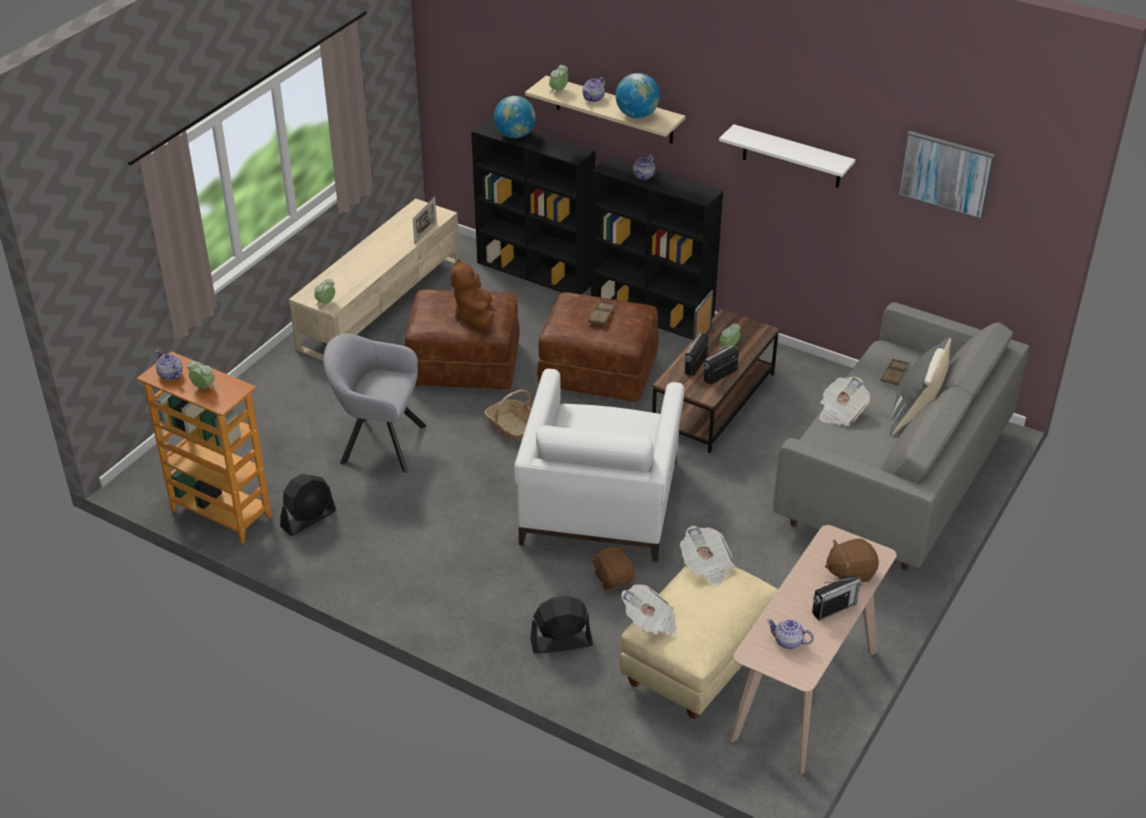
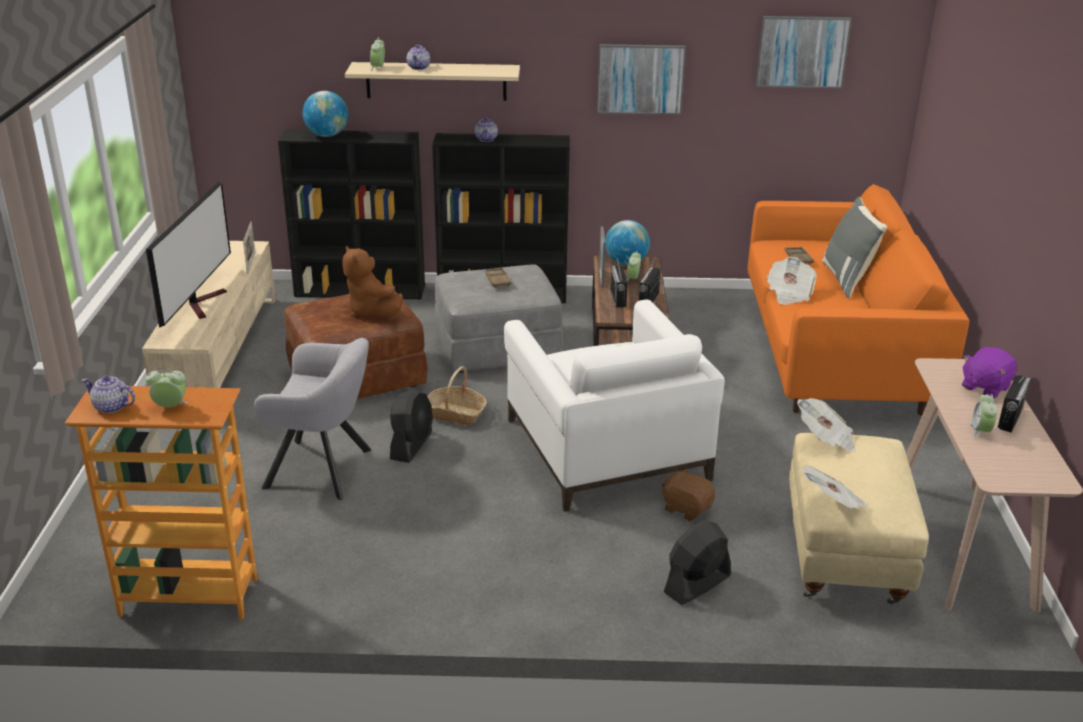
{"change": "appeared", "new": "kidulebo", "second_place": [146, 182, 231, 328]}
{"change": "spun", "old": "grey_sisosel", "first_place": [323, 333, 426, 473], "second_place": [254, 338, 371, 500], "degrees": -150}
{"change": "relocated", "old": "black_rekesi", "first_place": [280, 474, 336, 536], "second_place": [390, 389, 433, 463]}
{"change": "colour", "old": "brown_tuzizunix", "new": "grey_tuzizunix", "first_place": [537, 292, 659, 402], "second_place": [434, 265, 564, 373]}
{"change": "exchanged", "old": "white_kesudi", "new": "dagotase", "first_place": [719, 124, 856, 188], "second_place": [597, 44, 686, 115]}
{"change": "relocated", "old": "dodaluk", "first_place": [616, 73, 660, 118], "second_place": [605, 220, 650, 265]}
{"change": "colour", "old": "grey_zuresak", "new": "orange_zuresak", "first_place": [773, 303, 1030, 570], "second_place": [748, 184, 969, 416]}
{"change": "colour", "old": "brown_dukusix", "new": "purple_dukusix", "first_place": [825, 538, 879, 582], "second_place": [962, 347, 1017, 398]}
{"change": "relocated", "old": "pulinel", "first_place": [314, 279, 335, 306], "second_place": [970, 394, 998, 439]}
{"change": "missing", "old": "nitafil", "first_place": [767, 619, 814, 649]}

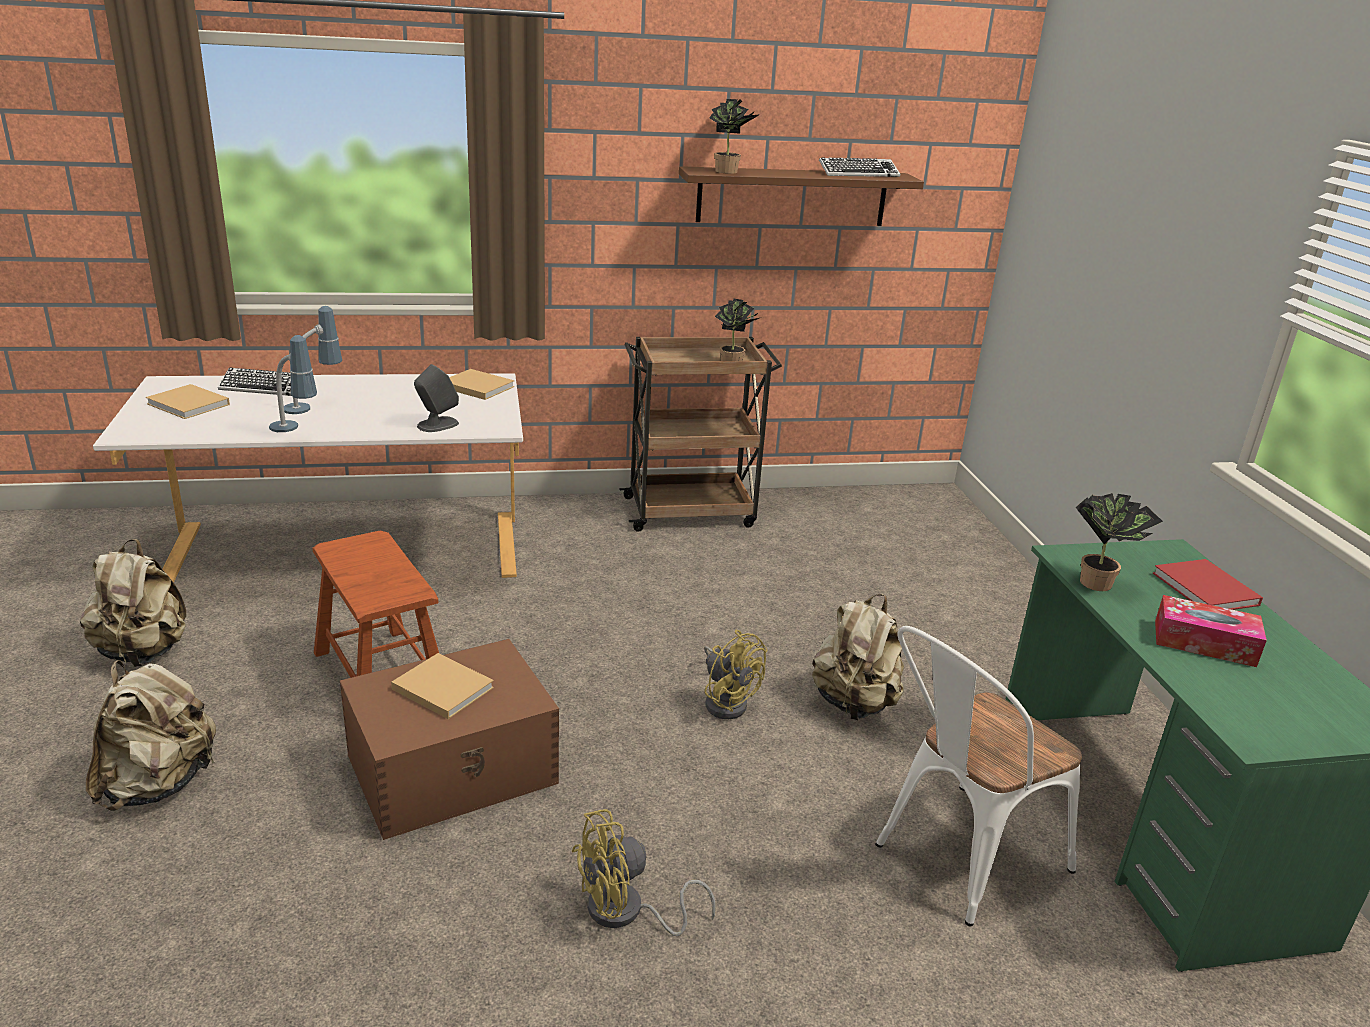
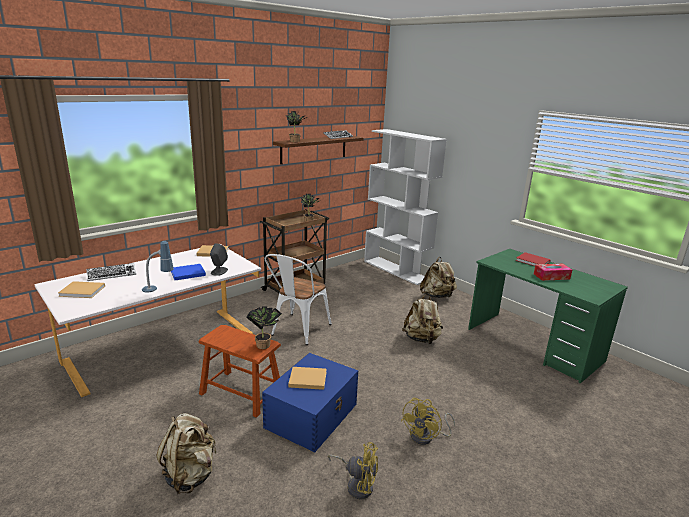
{"change": "appeared", "new": "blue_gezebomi", "second_place": [171, 264, 206, 280]}
{"change": "relocated", "old": "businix", "first_place": [1076, 493, 1163, 591], "second_place": [246, 306, 282, 349]}
{"change": "colour", "old": "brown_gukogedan", "new": "blue_gukogedan", "first_place": [340, 639, 559, 840], "second_place": [262, 353, 358, 452]}
{"change": "relocated", "old": "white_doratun", "first_place": [875, 626, 1082, 927], "second_place": [265, 254, 332, 345]}
{"change": "relocated", "old": "yellow_rekesi", "first_place": [704, 630, 767, 719], "second_place": [328, 442, 378, 499]}
{"change": "appeared", "new": "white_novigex", "second_place": [364, 129, 447, 285]}
{"change": "relocated", "old": "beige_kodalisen", "first_place": [80, 539, 186, 667], "second_place": [420, 257, 457, 298]}
{"change": "missing", "old": "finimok", "first_place": [284, 306, 342, 414]}

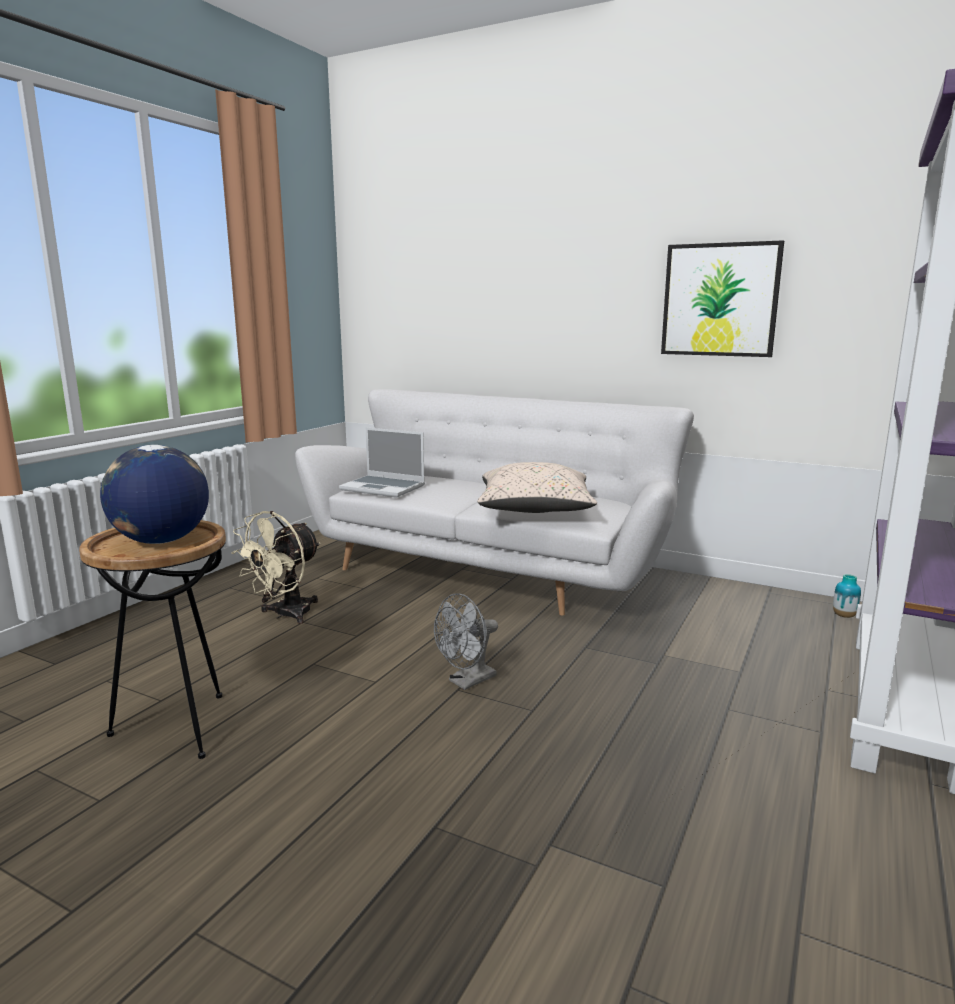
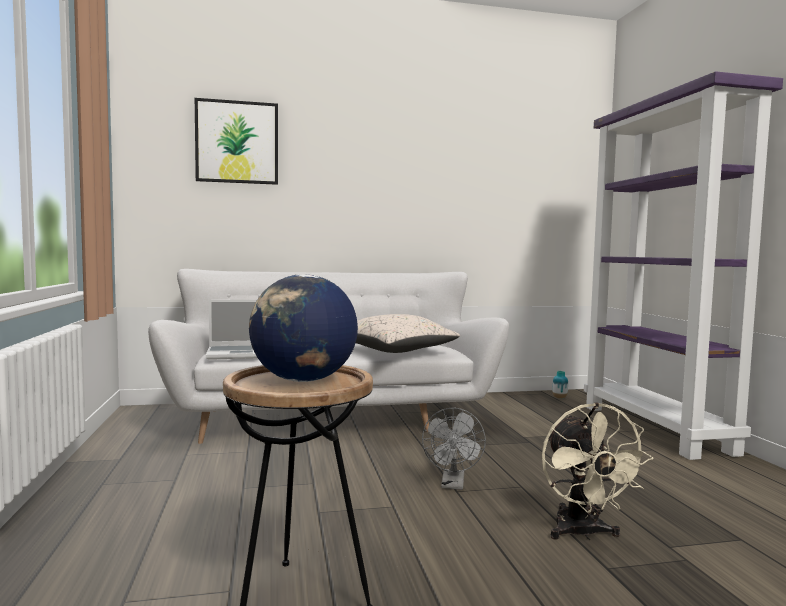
{"change": "relocated", "old": "dagotase", "first_place": [661, 240, 784, 357], "second_place": [195, 98, 278, 185]}
{"change": "relocated", "old": "beige_rekesi", "first_place": [231, 511, 320, 624], "second_place": [542, 402, 653, 540]}

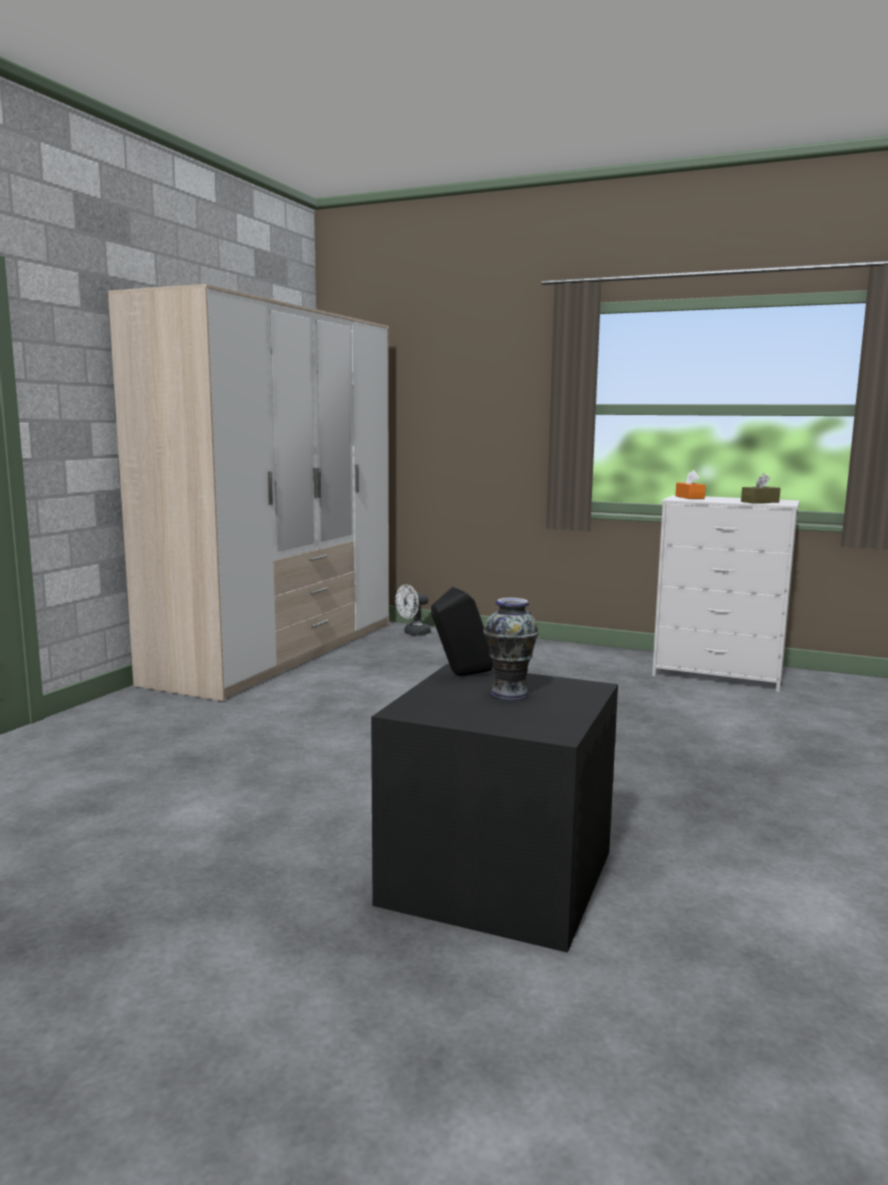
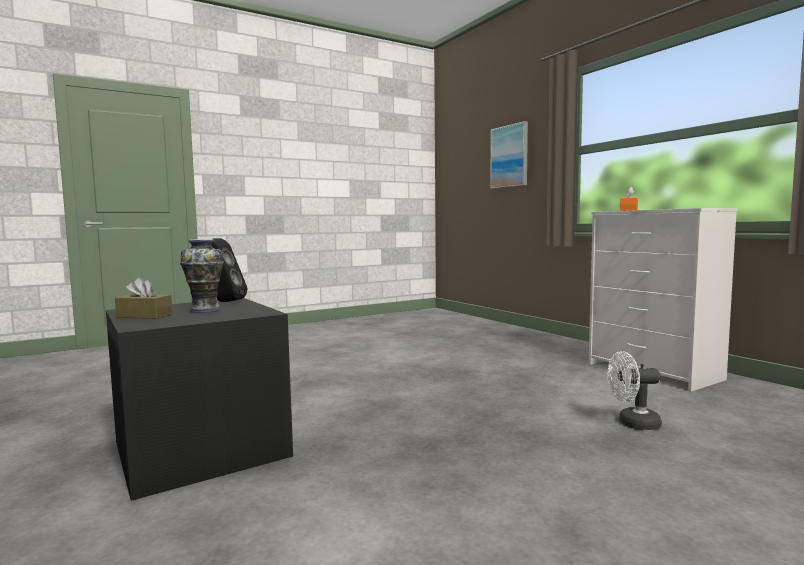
{"change": "relocated", "old": "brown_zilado", "first_place": [741, 473, 781, 504], "second_place": [115, 277, 172, 319]}
{"change": "appeared", "new": "dagotase", "second_place": [490, 121, 528, 189]}
{"change": "relocated", "old": "white_rekesi", "first_place": [395, 584, 431, 636], "second_place": [607, 351, 662, 430]}
{"change": "missing", "old": "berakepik", "first_place": [108, 284, 389, 701]}

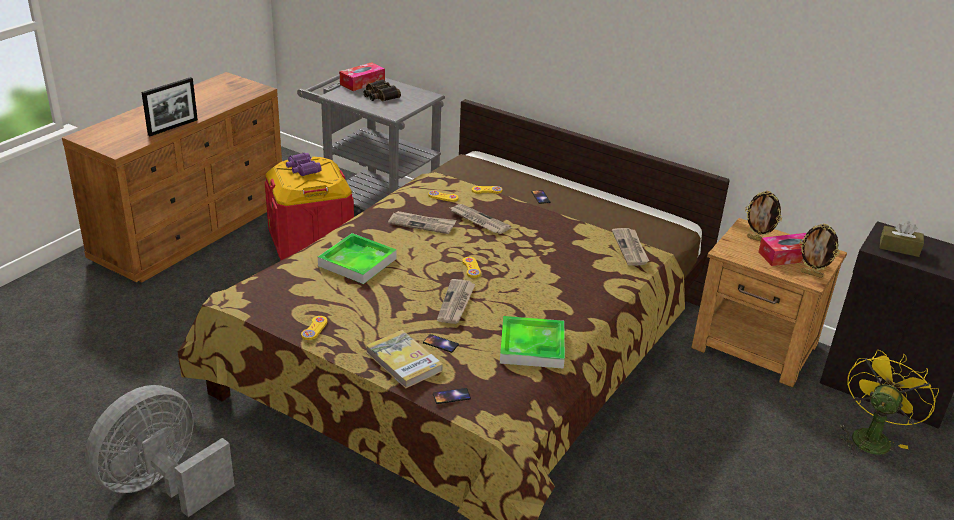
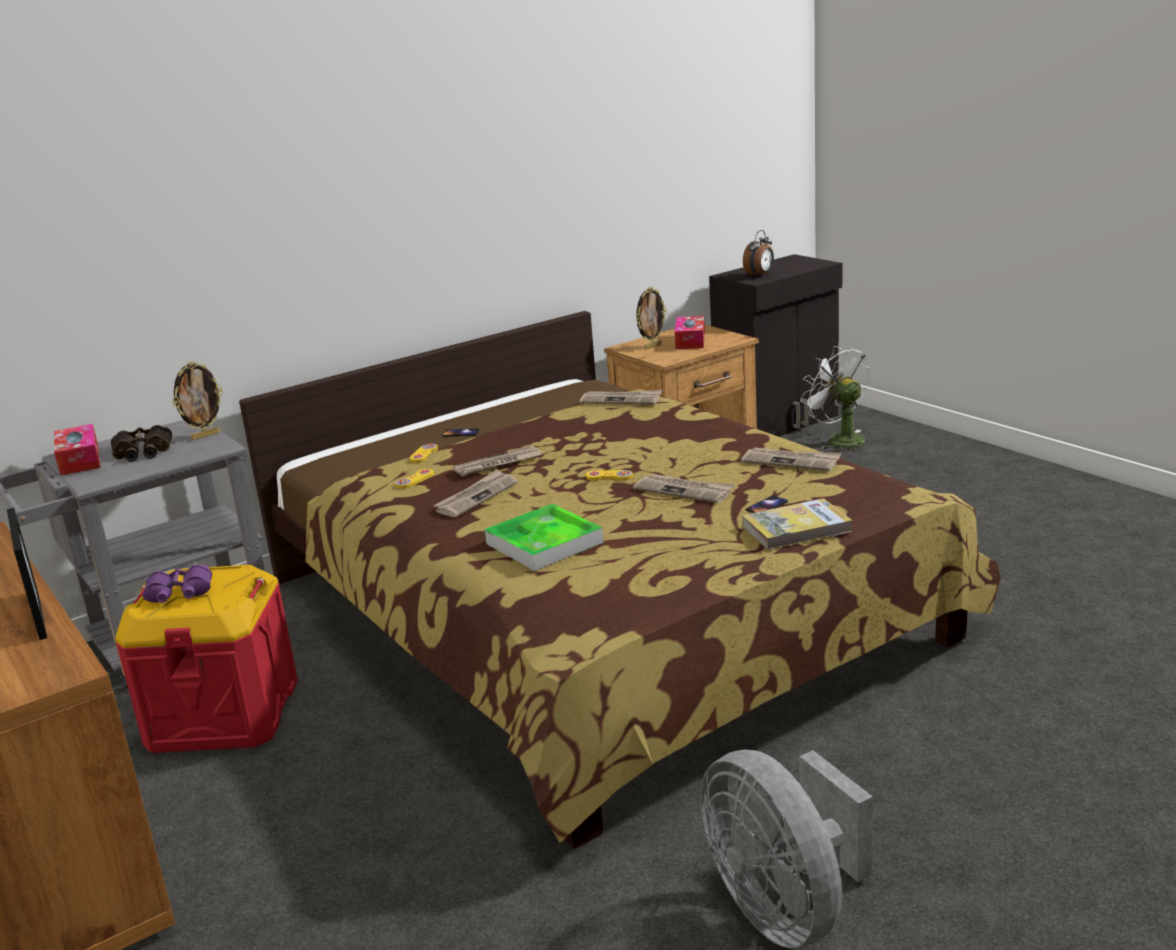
{"change": "relocated", "old": "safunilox", "first_place": [799, 224, 840, 278], "second_place": [172, 361, 223, 440]}
{"change": "exchanged", "old": "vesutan", "new": "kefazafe", "first_place": [500, 316, 565, 369], "second_place": [741, 447, 841, 471]}
{"change": "exchanged", "old": "brown_zilado", "new": "pulinel", "first_place": [880, 221, 924, 257], "second_place": [743, 230, 774, 278]}
{"change": "colour", "old": "yellow_rekesi", "new": "white_rekesi", "first_place": [839, 350, 939, 455], "second_place": [800, 346, 870, 452]}
{"change": "missing", "old": "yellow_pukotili", "first_place": [301, 316, 327, 340]}
{"change": "missing", "old": "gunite", "first_place": [433, 388, 471, 404]}

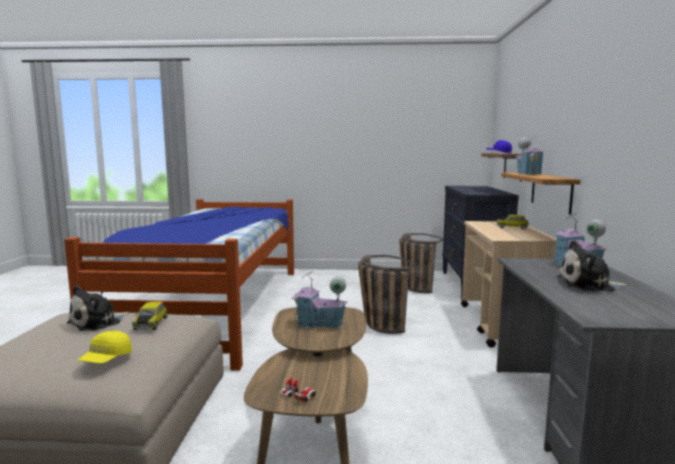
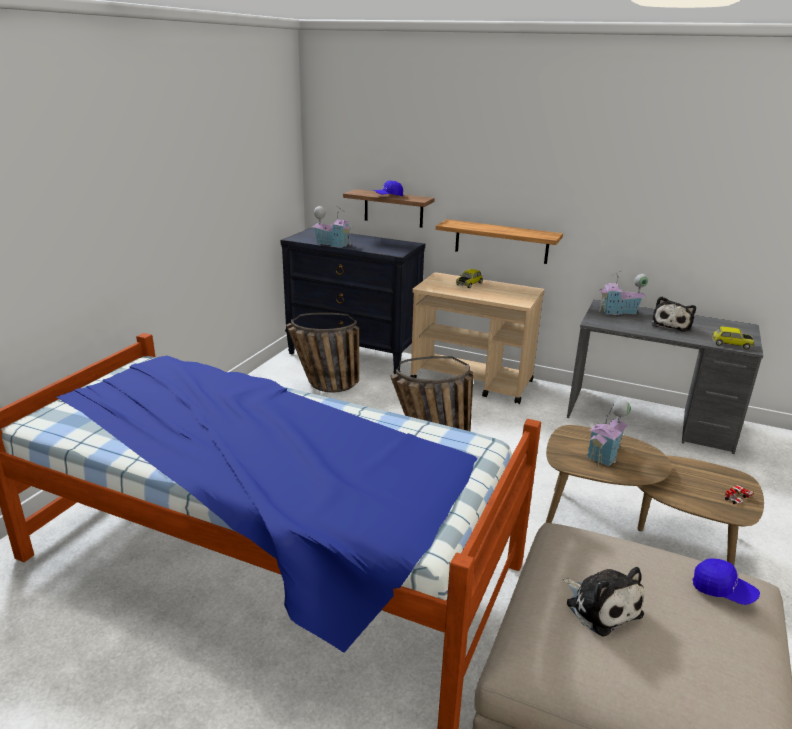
{"change": "relocated", "old": "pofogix", "first_place": [515, 134, 544, 175], "second_place": [312, 206, 352, 248]}
{"change": "colour", "old": "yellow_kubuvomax", "new": "blue_kubuvomax", "first_place": [78, 331, 132, 363], "second_place": [692, 558, 760, 605]}
{"change": "relocated", "old": "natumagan", "first_place": [132, 302, 168, 330], "second_place": [712, 327, 755, 349]}

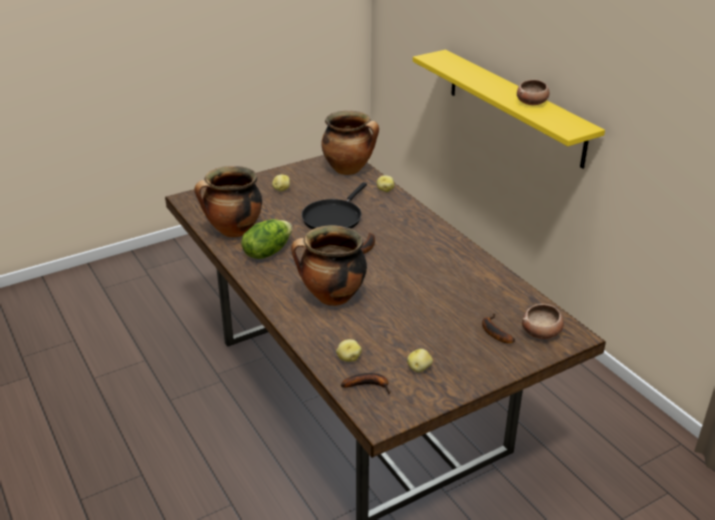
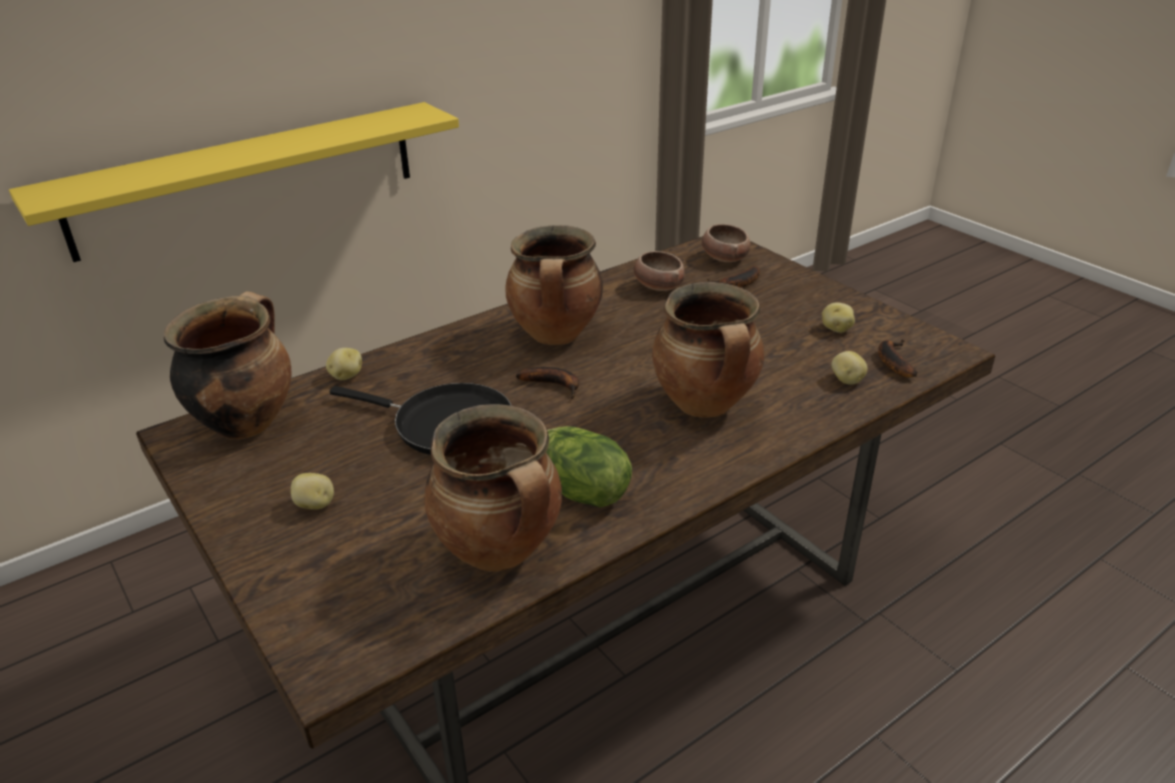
{"change": "appeared", "new": "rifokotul", "second_place": [505, 225, 603, 345]}
{"change": "relocated", "old": "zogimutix", "first_place": [517, 79, 549, 105], "second_place": [634, 251, 685, 291]}

